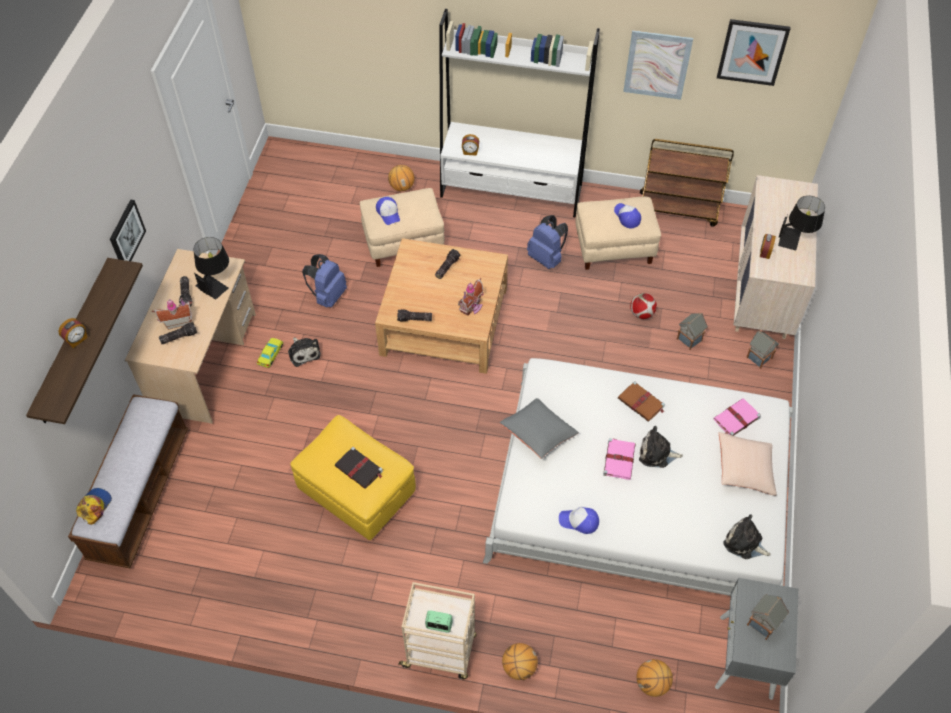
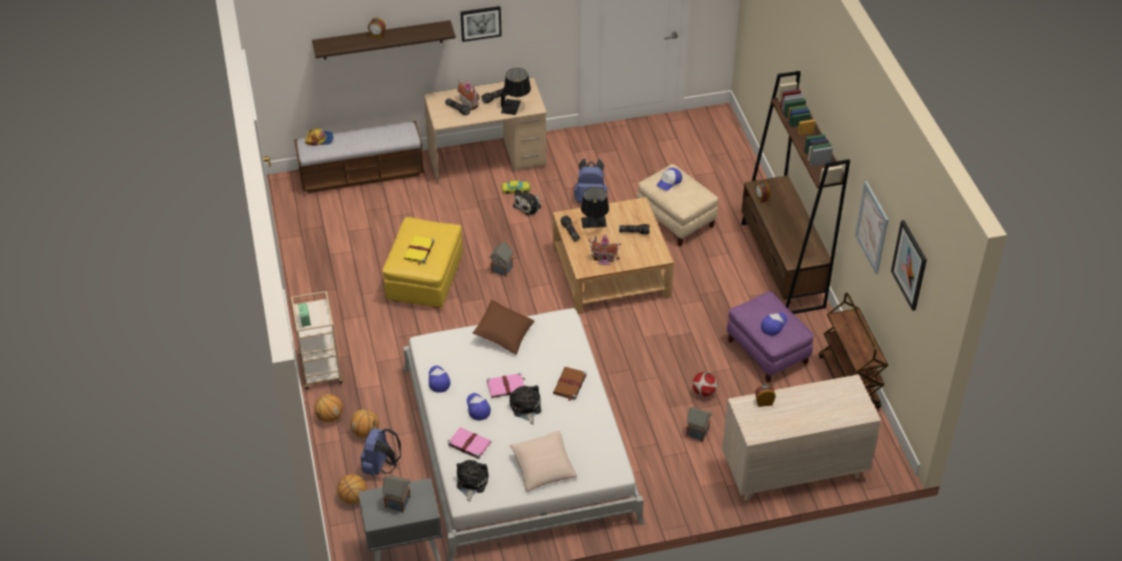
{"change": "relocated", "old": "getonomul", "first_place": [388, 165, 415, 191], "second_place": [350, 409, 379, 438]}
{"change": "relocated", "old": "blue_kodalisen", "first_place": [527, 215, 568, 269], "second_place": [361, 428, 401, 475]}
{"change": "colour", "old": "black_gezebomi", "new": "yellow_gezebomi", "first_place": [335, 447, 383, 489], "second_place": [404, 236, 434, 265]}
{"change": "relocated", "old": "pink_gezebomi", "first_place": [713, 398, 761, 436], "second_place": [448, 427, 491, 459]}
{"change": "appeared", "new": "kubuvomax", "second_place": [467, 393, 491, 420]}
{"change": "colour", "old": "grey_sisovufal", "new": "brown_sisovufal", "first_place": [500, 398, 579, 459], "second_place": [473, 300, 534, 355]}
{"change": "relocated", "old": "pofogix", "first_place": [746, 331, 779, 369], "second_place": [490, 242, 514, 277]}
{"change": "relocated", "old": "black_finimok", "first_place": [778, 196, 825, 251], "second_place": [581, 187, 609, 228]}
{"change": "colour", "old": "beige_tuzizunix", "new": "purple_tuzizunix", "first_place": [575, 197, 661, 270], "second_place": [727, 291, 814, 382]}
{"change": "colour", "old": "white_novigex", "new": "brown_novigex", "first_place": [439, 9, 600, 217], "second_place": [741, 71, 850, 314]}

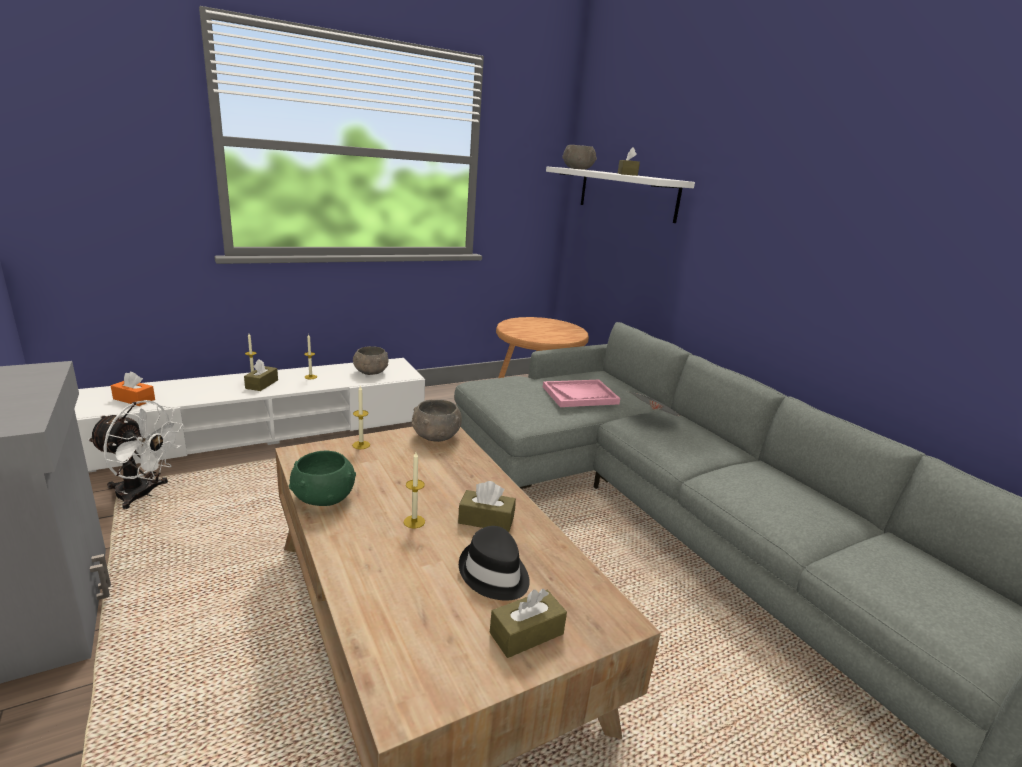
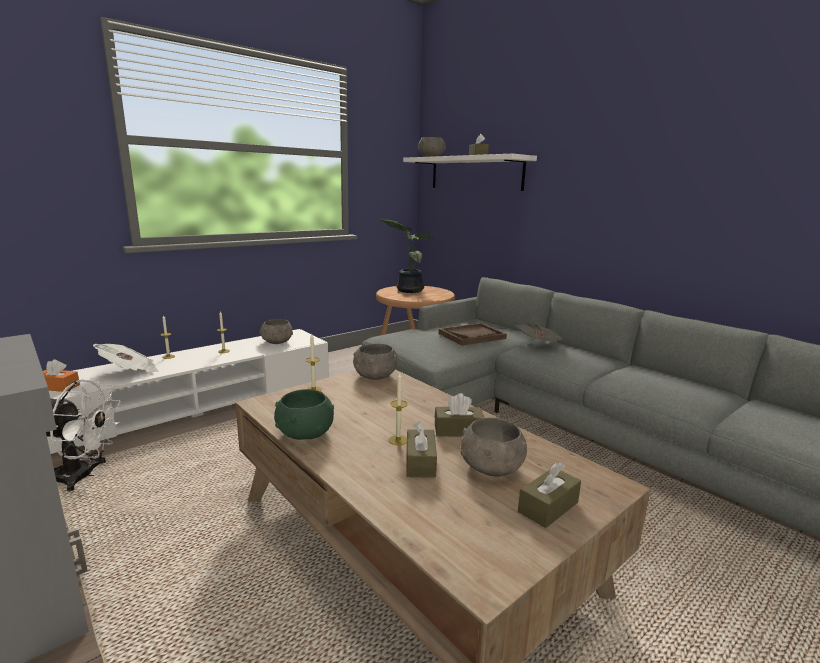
{"change": "appeared", "new": "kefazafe", "second_place": [93, 344, 158, 372]}
{"change": "appeared", "new": "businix", "second_place": [380, 219, 435, 293]}
{"change": "relocated", "old": "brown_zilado", "first_place": [244, 359, 278, 391], "second_place": [407, 421, 437, 478]}
{"change": "colour", "old": "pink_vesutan", "new": "brown_vesutan", "first_place": [543, 380, 620, 407], "second_place": [438, 323, 507, 346]}
{"change": "exchanged", "old": "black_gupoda", "new": "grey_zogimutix", "first_place": [459, 526, 530, 600], "second_place": [461, 418, 527, 477]}

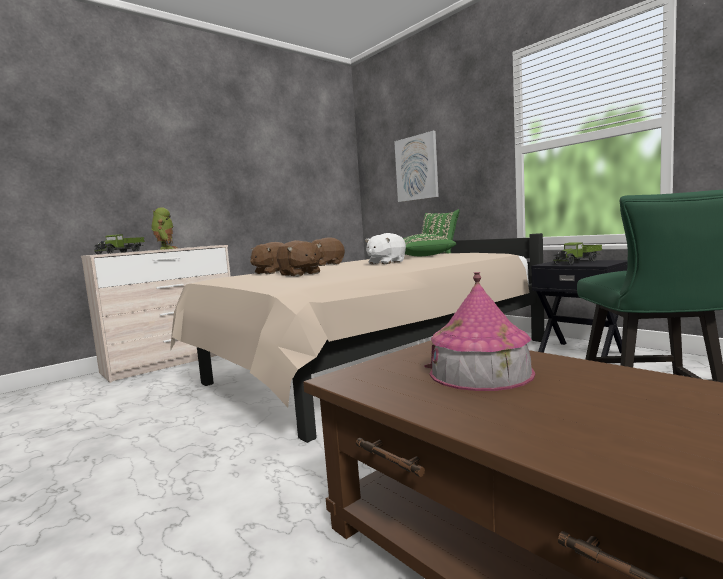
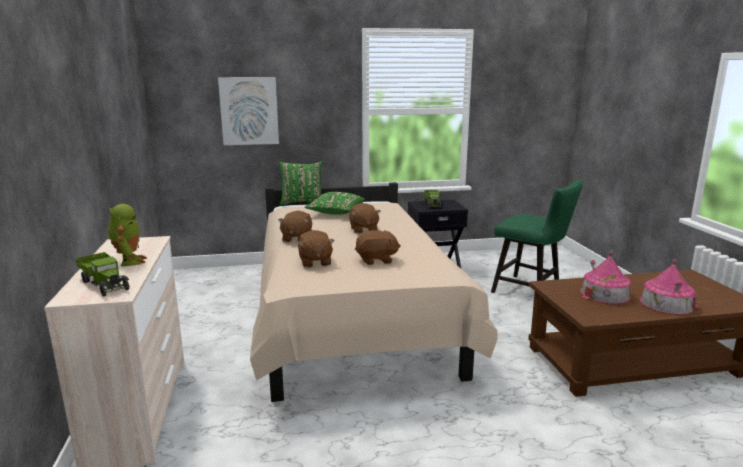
{"change": "spun", "old": "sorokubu", "first_place": [151, 207, 178, 250], "second_place": [108, 204, 147, 266], "degrees": 60}
{"change": "colour", "old": "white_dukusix", "new": "brown_dukusix", "first_place": [365, 233, 406, 264], "second_place": [349, 203, 381, 233]}
{"change": "appeared", "new": "pofogix", "second_place": [640, 259, 699, 315]}

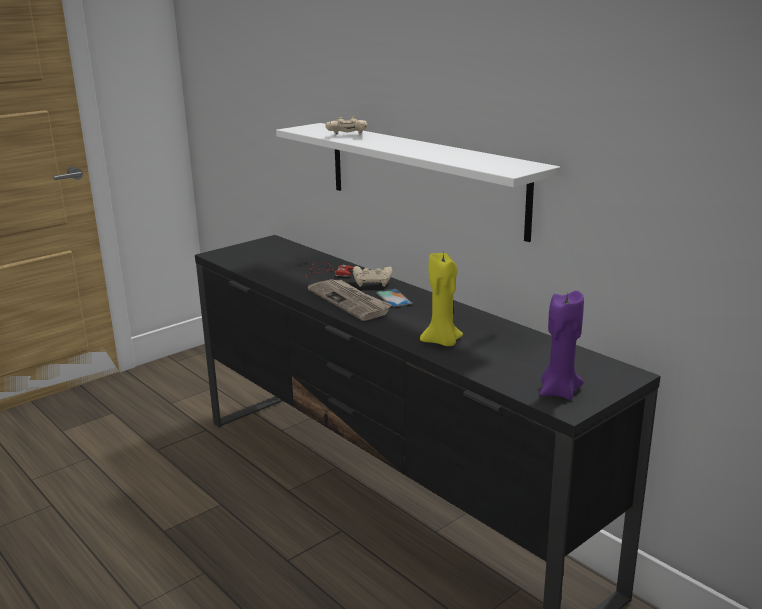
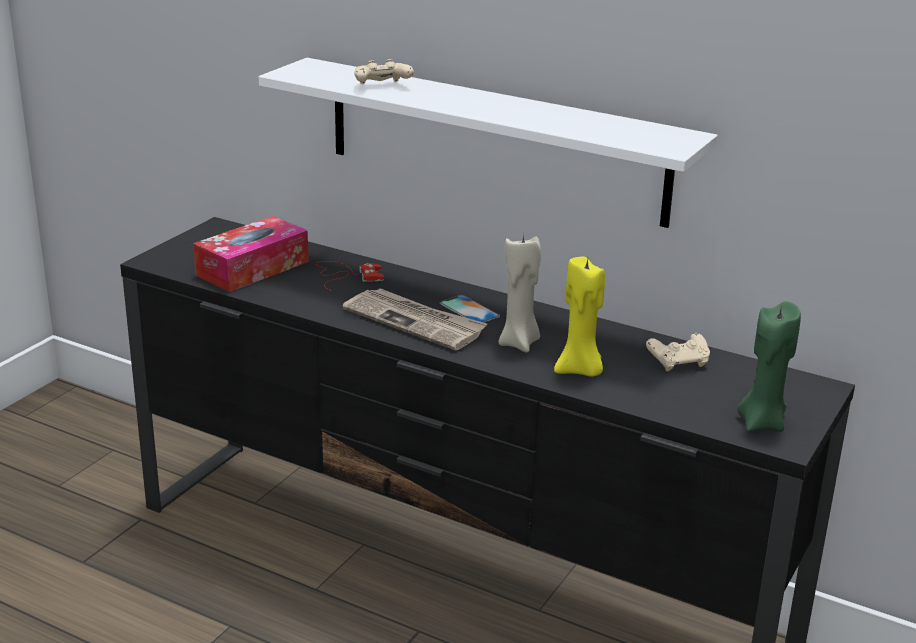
{"change": "appeared", "new": "zilado", "second_place": [193, 216, 309, 292]}
{"change": "appeared", "new": "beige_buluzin", "second_place": [498, 234, 541, 353]}
{"change": "relocated", "old": "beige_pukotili", "first_place": [353, 266, 392, 287], "second_place": [646, 333, 710, 372]}
{"change": "colour", "old": "purple_buluzin", "new": "green_buluzin", "first_place": [540, 291, 584, 400], "second_place": [737, 301, 801, 432]}

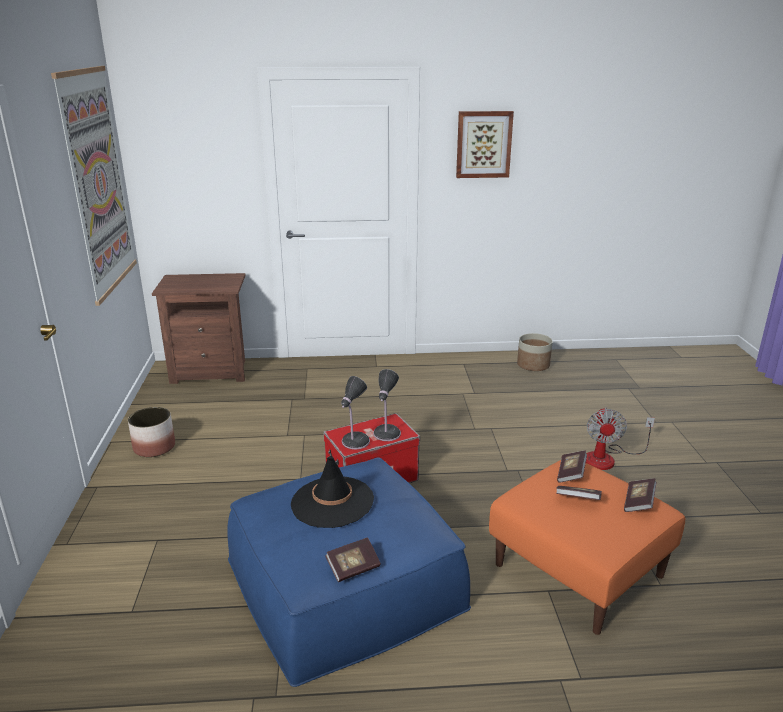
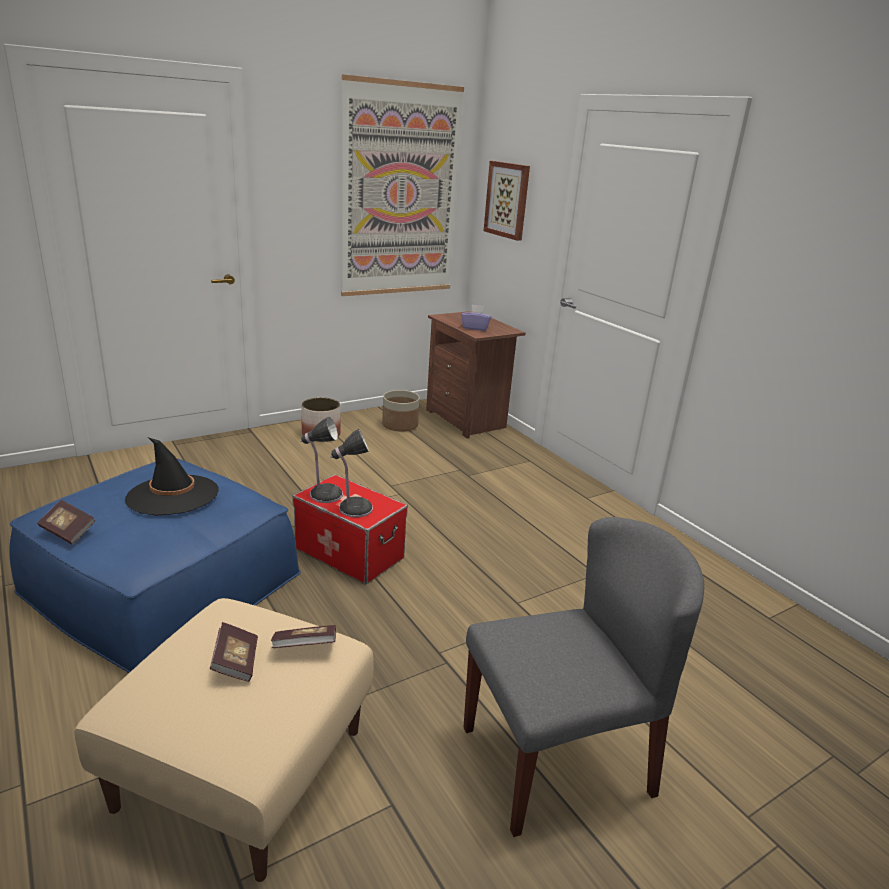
{"change": "colour", "old": "orange_tuzizunix", "new": "beige_tuzizunix", "first_place": [489, 460, 685, 635], "second_place": [74, 598, 374, 882]}
{"change": "relocated", "old": "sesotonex", "first_place": [517, 333, 553, 371], "second_place": [382, 390, 420, 432]}
{"change": "appeared", "new": "purple_zilado", "second_place": [461, 305, 491, 331]}
{"change": "exchanged", "old": "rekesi", "new": "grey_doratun", "first_place": [586, 407, 655, 470], "second_place": [463, 517, 704, 837]}
{"change": "relocated", "old": "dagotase", "first_place": [456, 111, 514, 178], "second_place": [484, 161, 530, 241]}
{"change": "missing", "old": "gezebomi", "first_place": [624, 478, 657, 512]}

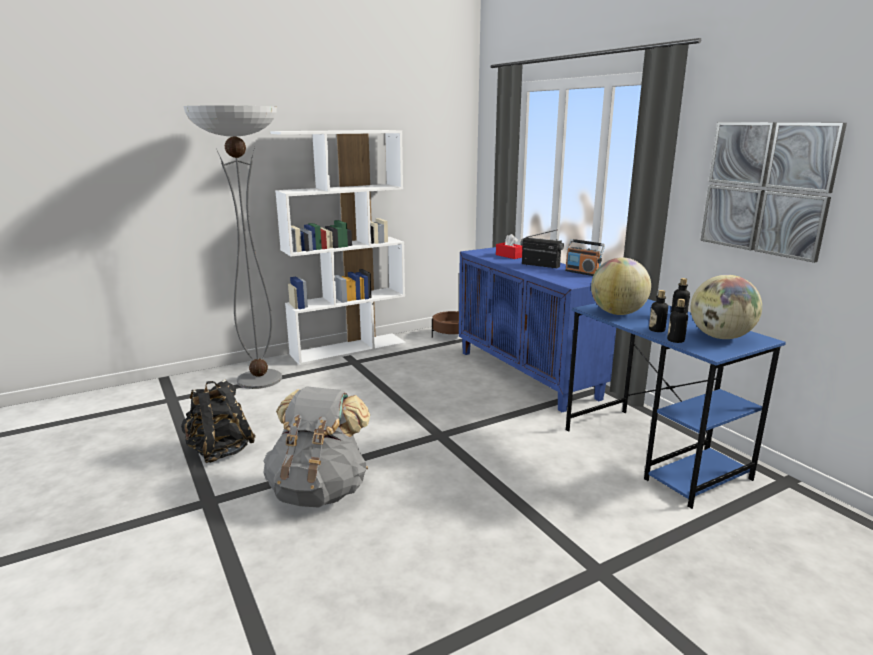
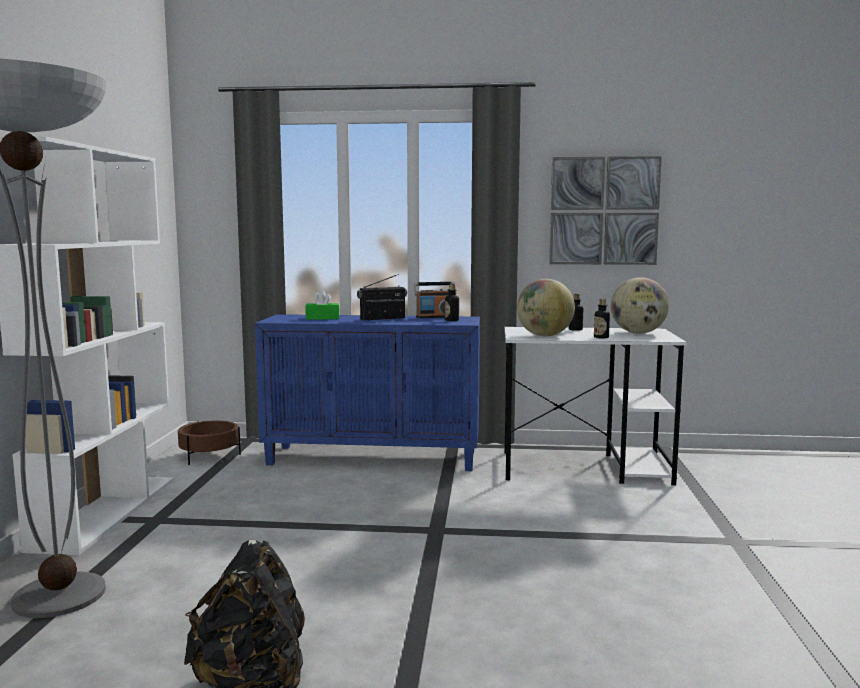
{"change": "colour", "old": "red_zilado", "new": "green_zilado", "first_place": [496, 234, 523, 259], "second_place": [305, 290, 340, 320]}
{"change": "relocated", "old": "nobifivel", "first_place": [667, 299, 688, 343], "second_place": [445, 284, 459, 321]}
{"change": "colour", "old": "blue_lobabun", "new": "white_lobabun", "first_place": [566, 299, 786, 509], "second_place": [504, 327, 687, 485]}
{"change": "missing", "old": "grey_kodalisen", "first_place": [264, 386, 370, 508]}

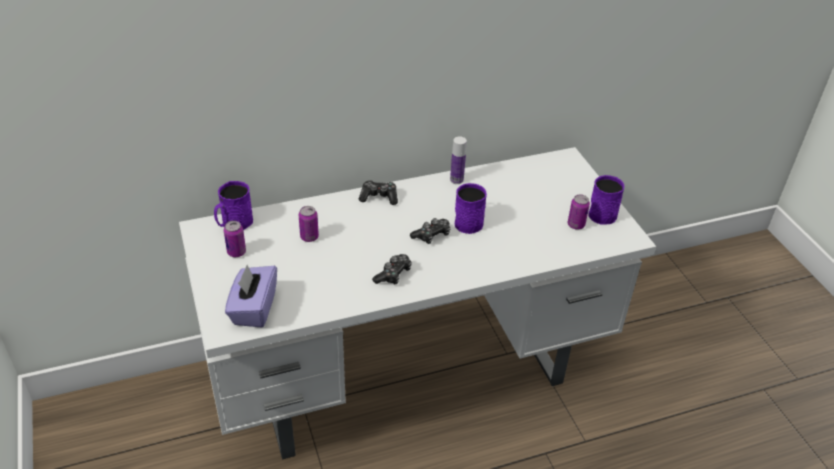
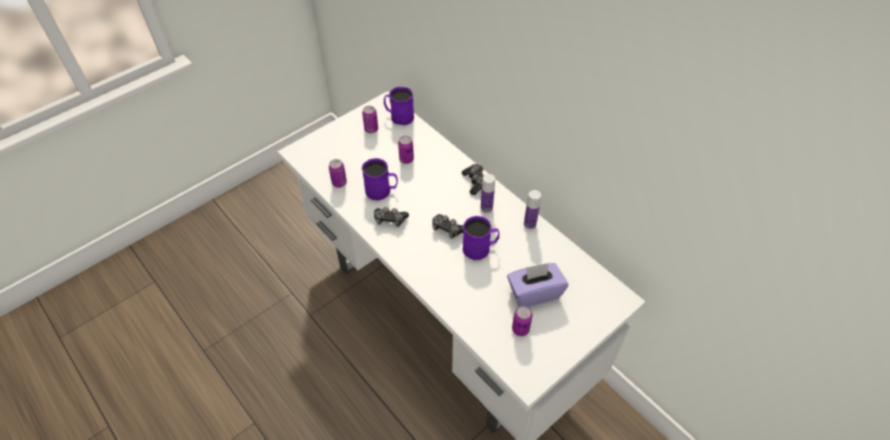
{"change": "appeared", "new": "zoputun", "second_place": [329, 159, 347, 188]}
{"change": "relocated", "old": "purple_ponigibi", "first_place": [588, 175, 624, 225], "second_place": [362, 158, 398, 200]}
{"change": "appeared", "new": "nobifivel", "second_place": [481, 174, 495, 213]}
{"change": "relocated", "old": "purple_zilado", "first_place": [225, 265, 277, 328], "second_place": [507, 263, 568, 307]}

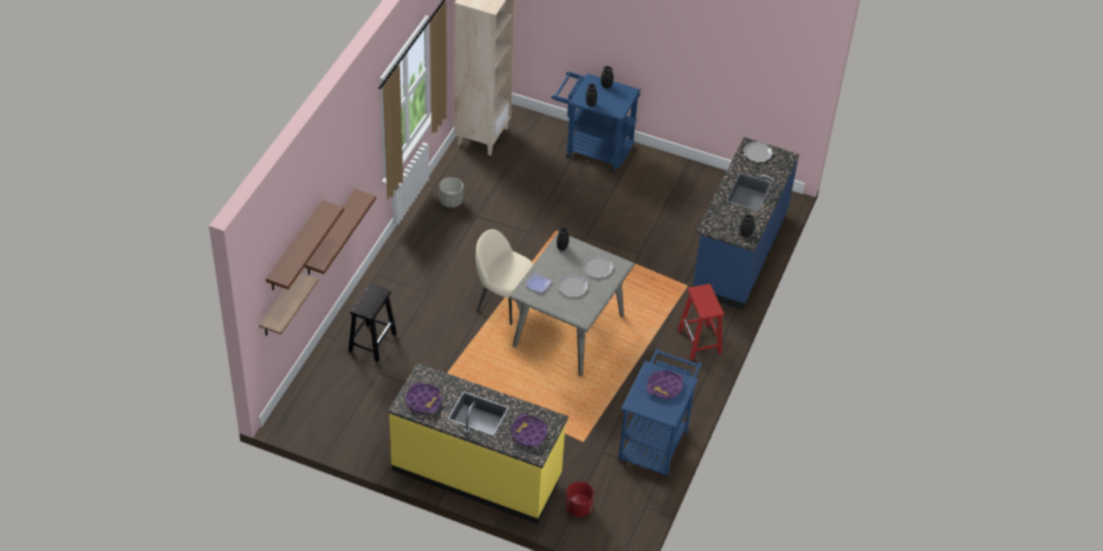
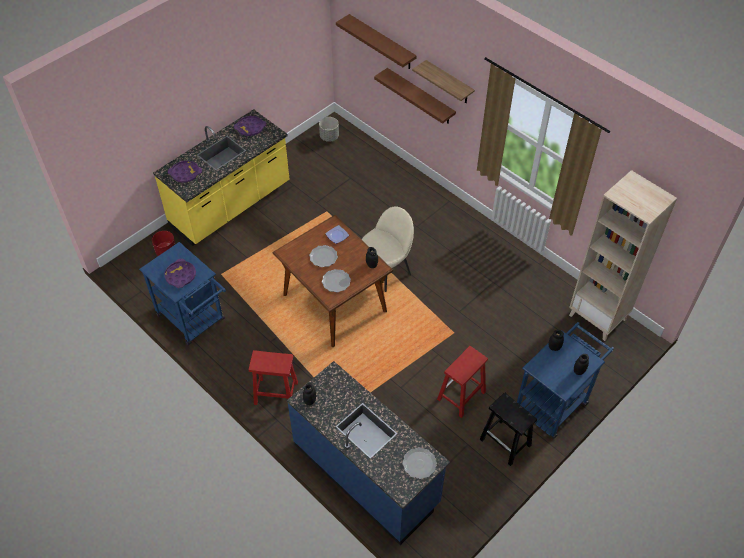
{"change": "colour", "old": "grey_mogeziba", "new": "brown_mogeziba", "first_place": [509, 232, 635, 377], "second_place": [273, 215, 393, 347]}
{"change": "relocated", "old": "grey_sesotonex", "first_place": [439, 177, 463, 208], "second_place": [319, 117, 339, 142]}
{"change": "relocated", "old": "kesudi", "first_place": [259, 273, 319, 336], "second_place": [412, 60, 475, 103]}
{"change": "appeared", "new": "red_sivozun", "second_place": [437, 346, 488, 418]}
{"change": "relocated", "old": "black_sivozun", "first_place": [348, 283, 397, 362], "second_place": [480, 392, 537, 466]}

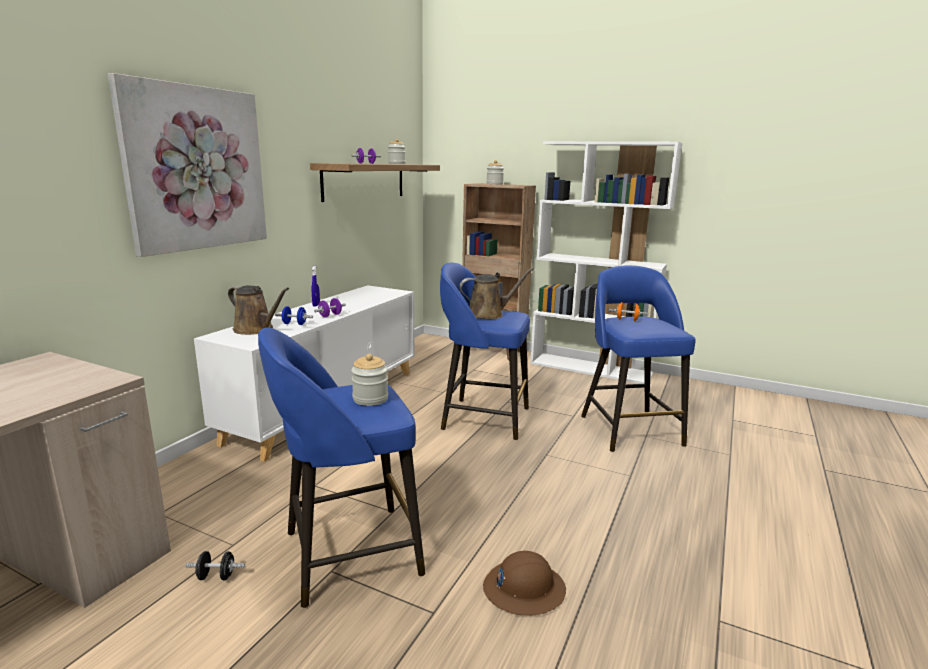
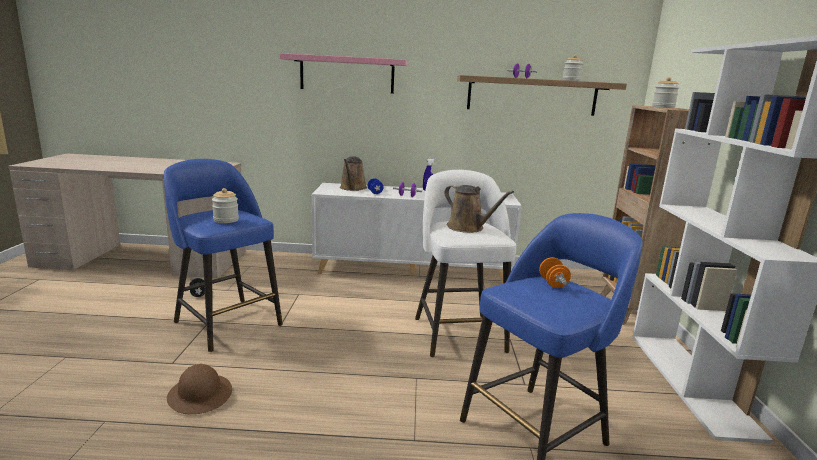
{"change": "exchanged", "old": "dagotase", "new": "pink_kesudi", "first_place": [108, 73, 267, 257], "second_place": [280, 53, 407, 94]}
{"change": "colour", "old": "blue_sivozun", "new": "white_sivozun", "first_place": [440, 263, 530, 440], "second_place": [415, 170, 516, 358]}

